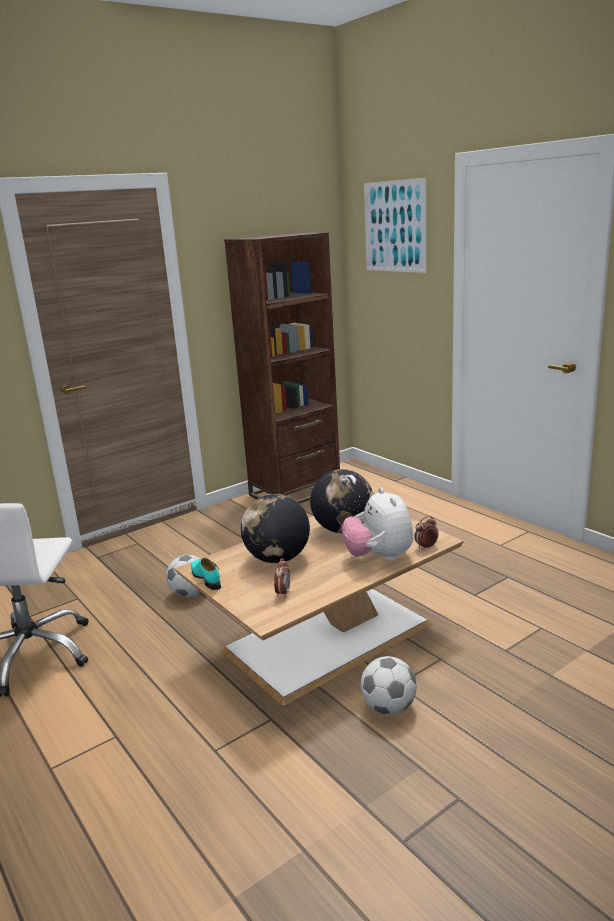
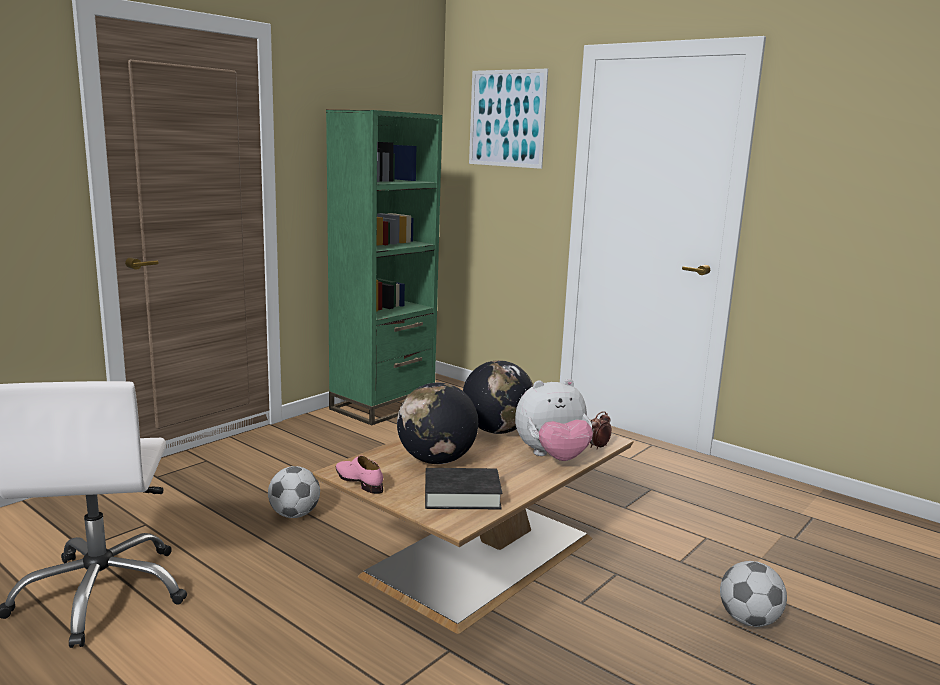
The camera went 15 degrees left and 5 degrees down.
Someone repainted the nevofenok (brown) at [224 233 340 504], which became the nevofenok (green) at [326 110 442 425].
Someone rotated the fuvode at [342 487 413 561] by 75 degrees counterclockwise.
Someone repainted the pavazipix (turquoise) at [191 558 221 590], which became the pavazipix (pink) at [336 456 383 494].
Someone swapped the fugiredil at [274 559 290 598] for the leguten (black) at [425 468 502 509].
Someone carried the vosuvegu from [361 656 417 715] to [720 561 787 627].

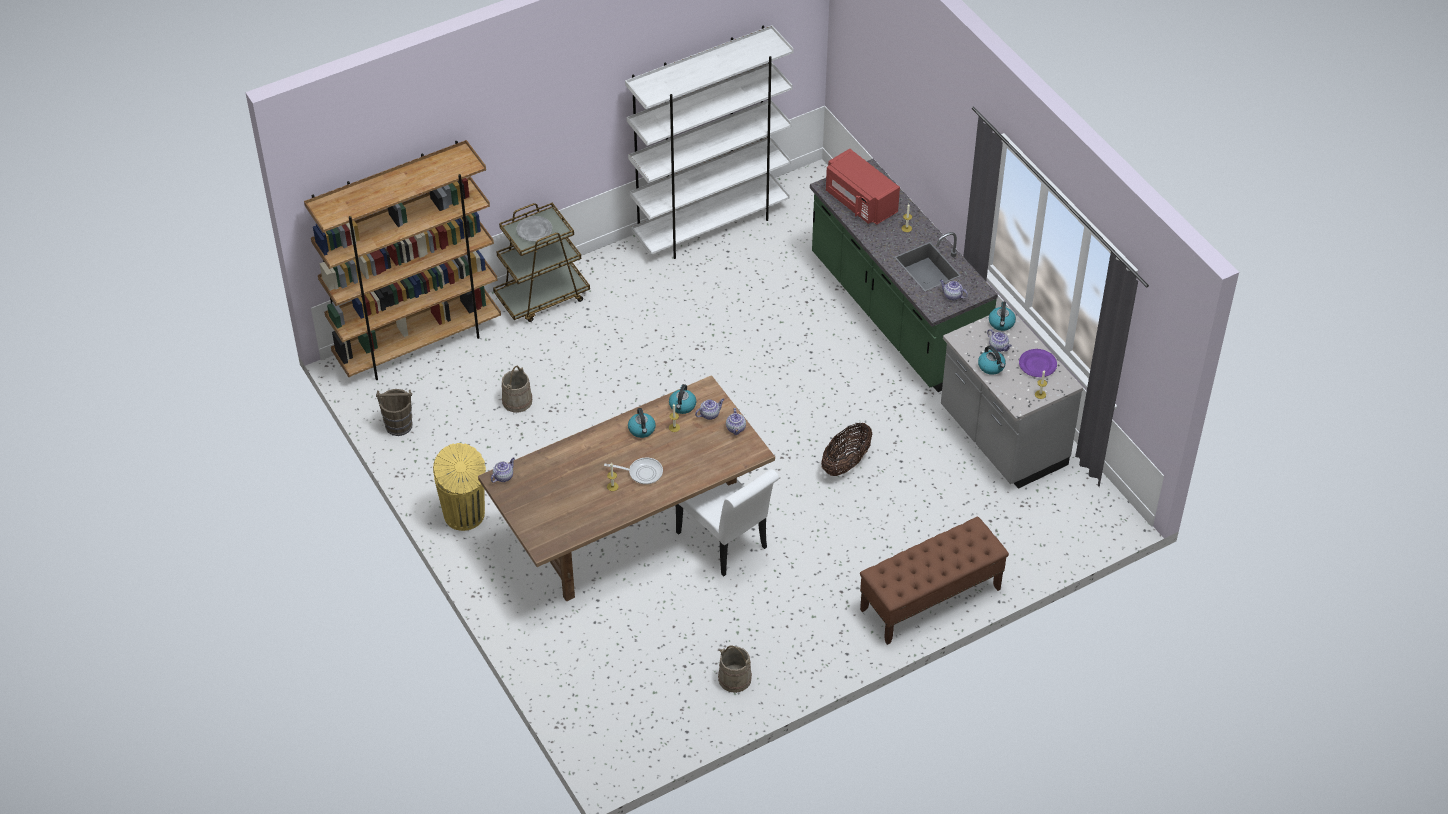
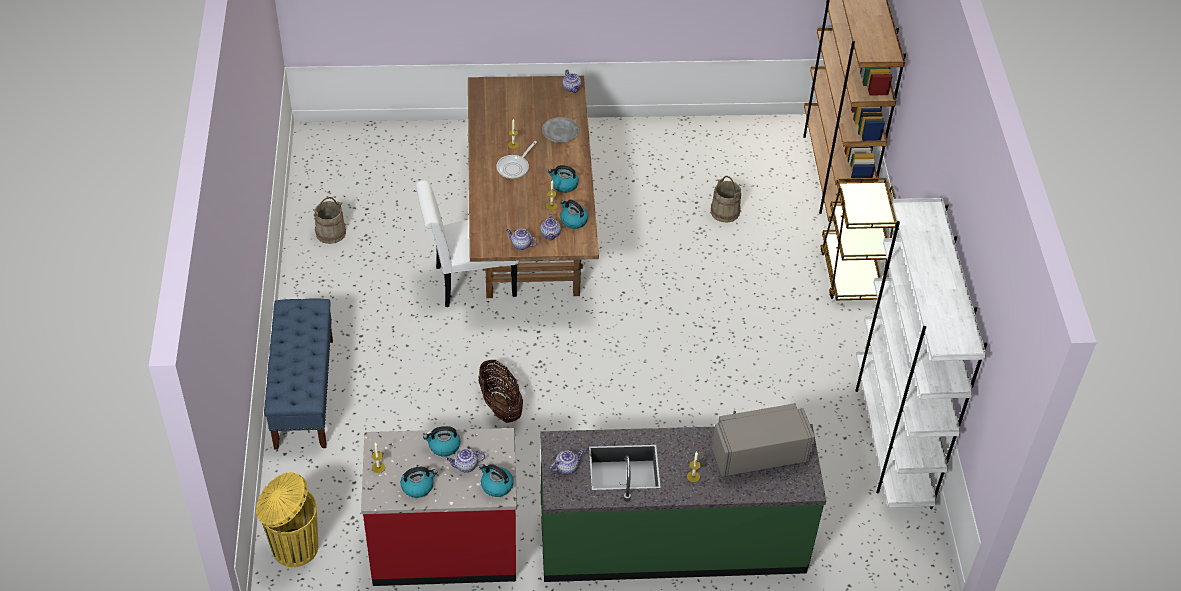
The camera went 115 degrees right and 0 degrees up.
Someone repainted the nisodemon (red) at [826 149 900 225], which became the nisodemon (grey) at [712 403 815 478].
Someone carried the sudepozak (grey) from [517 216 552 242] to [542 117 579 143].
Someone repainted the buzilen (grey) at [941 307 1083 489], which became the buzilen (red) at [361 428 517 586].
Someone swapped the sudepozak (purple) at [1019 349 1057 377] for the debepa at [400 467 438 498].
Someone took away the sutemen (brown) at [376 389 412 436].
Someone carried the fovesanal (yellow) from [433 443 486 531] to [256 472 318 567].
Someone repainted the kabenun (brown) at [860 517 1009 645], which became the kabenun (blue) at [264 299 333 450].

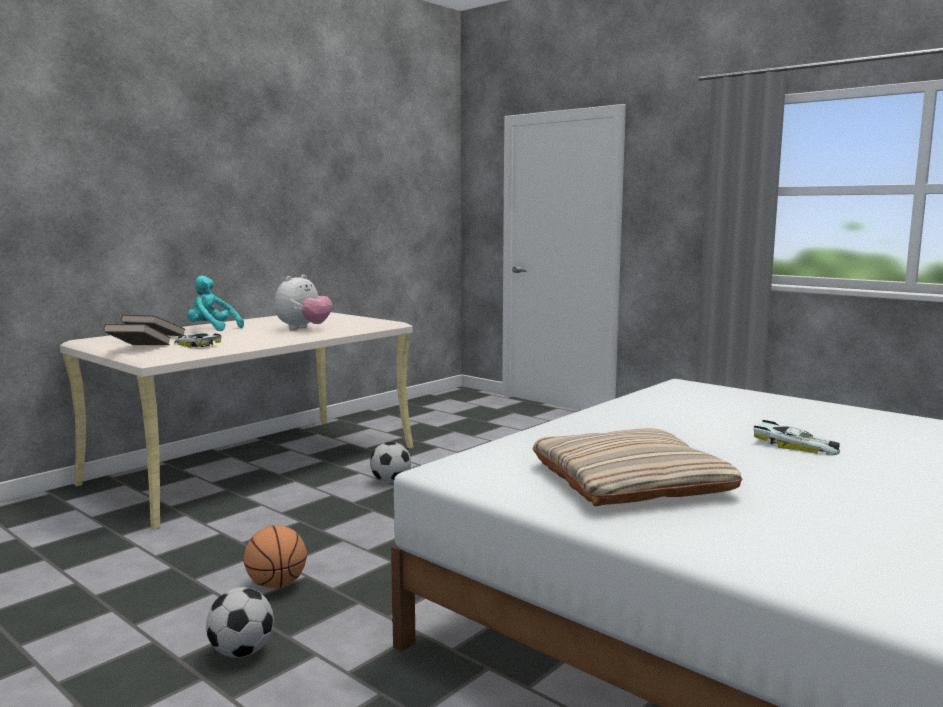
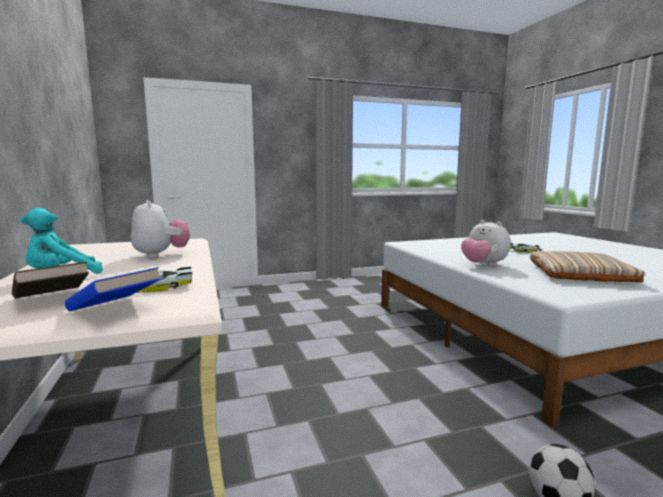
The camera went 60 degrees left and 0 degrees up.
Someone repainted the leguten (brown) at [103 324 171 345], which became the leguten (blue) at [65 267 162 312].
Someone took away the vosuvegu at [370 442 411 483].
Someone took away the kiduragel at [243 525 307 588].
Someone put down the fuvode at [461 220 511 266].

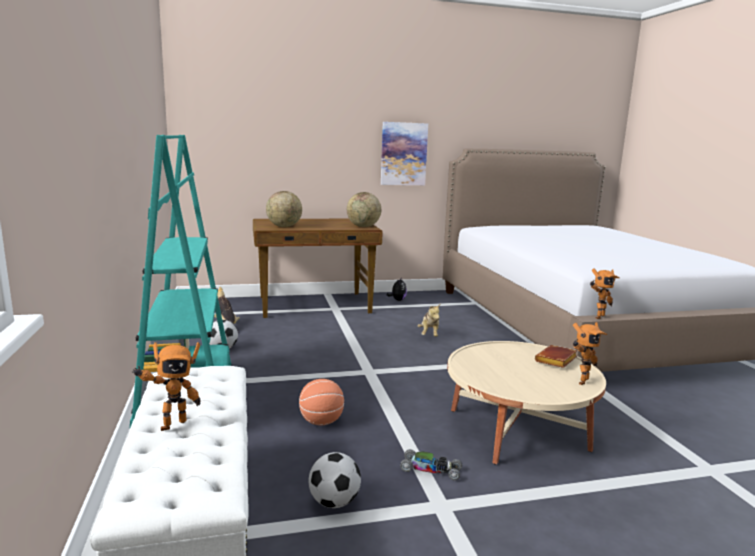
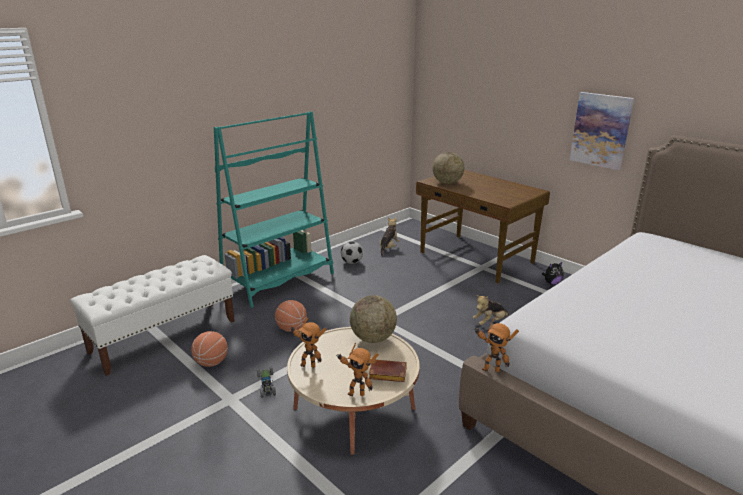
The camera went 60 degrees right and 10 degrees up.
Someone carried the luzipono from [347 192 381 227] to [350 295 397 343].
Someone carried the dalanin from [132 342 200 431] to [290 317 327 368].
Someone swapped the vosuvegu at [309 452 361 508] for the kiduragel at [191 331 228 367].

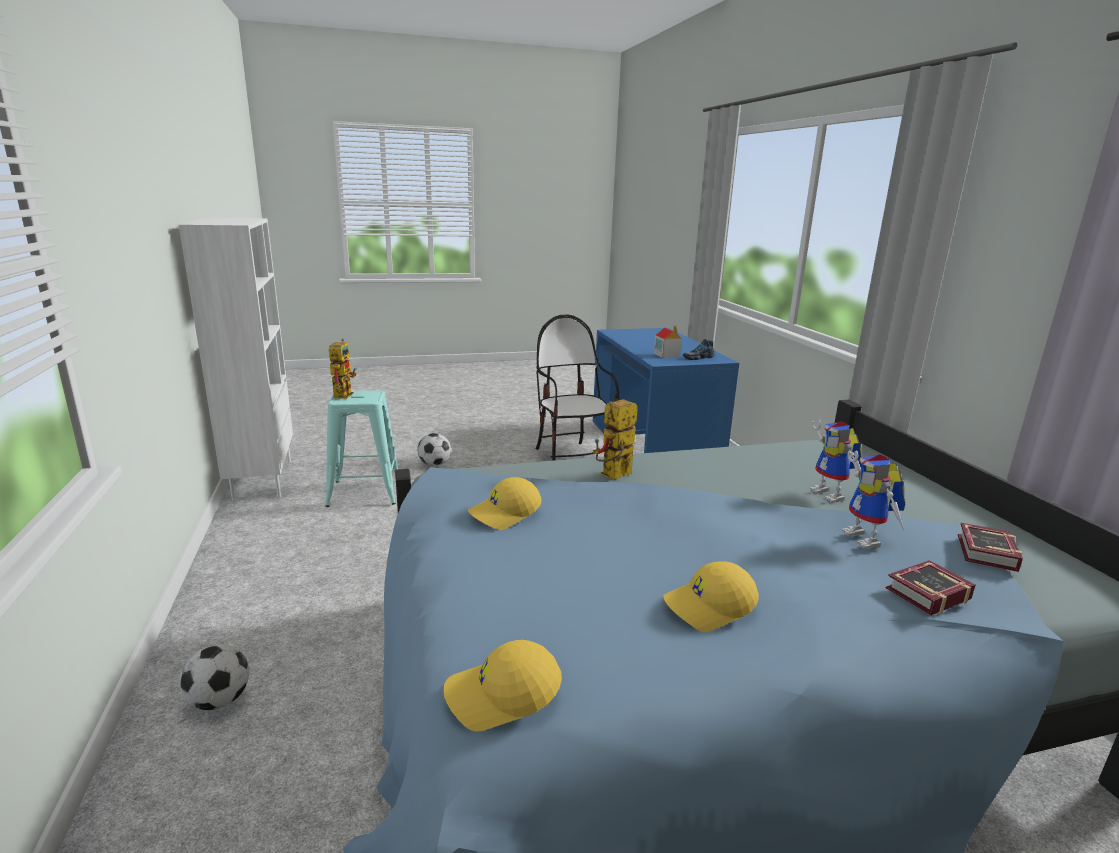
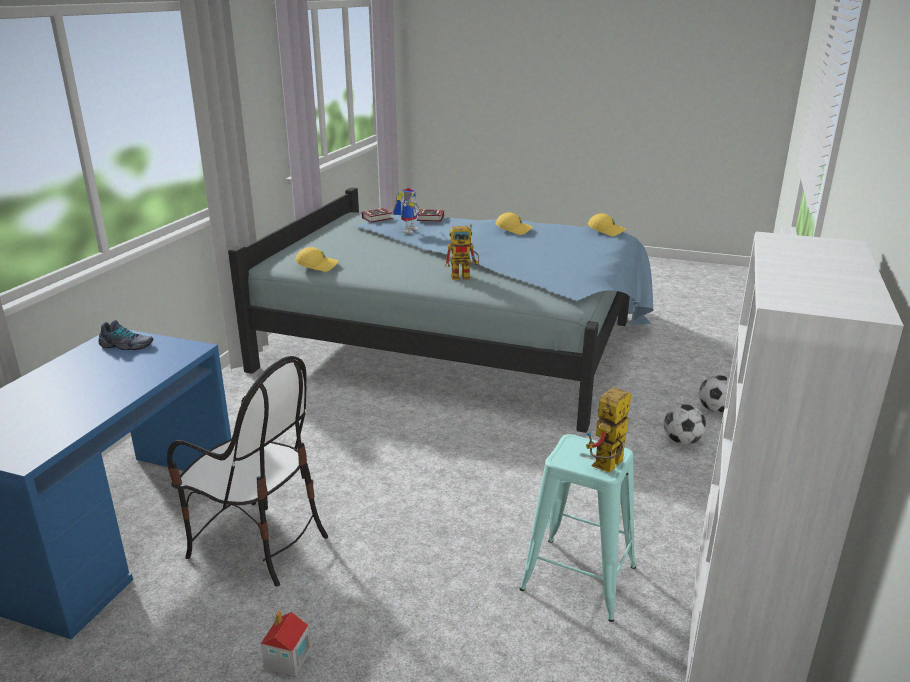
The camera went 145 degrees left and 5 degrees up.
Someone rotated the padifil at [536 314 620 461] by 75 degrees counterclockwise.
Someone carried the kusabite from [654 326 682 358] to [260 611 311 677].
Someone took away the dalanin at [810 419 862 503].
Someone carried the vosuvegu from [417 433 451 466] to [664 404 706 445].
Someone carried the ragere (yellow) from [468 477 542 530] to [295 247 338 272].

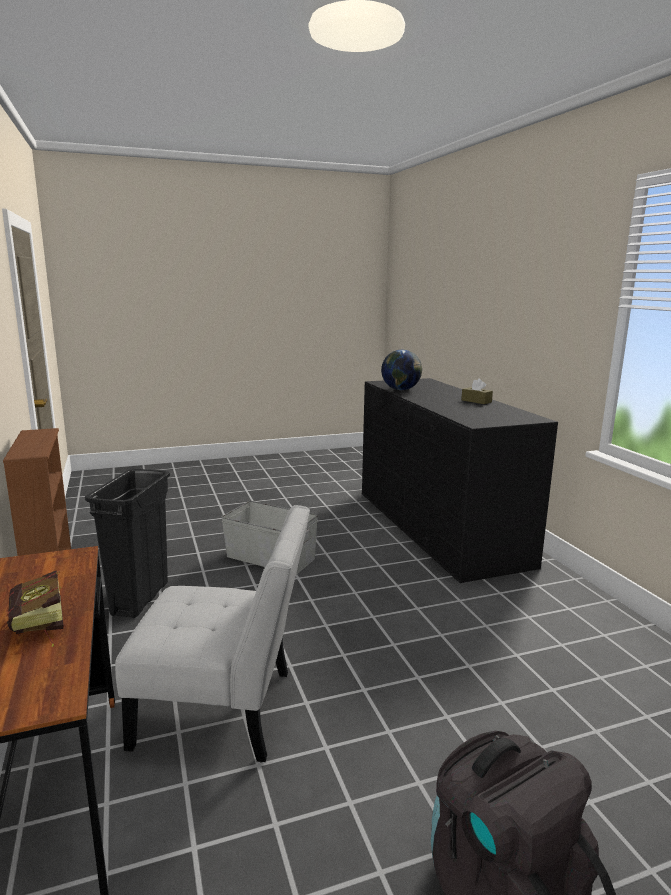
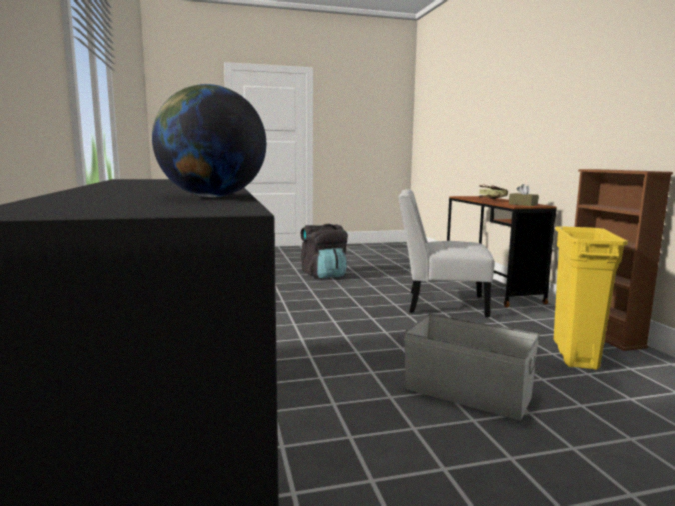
The camera went 175 degrees left and 5 degrees down.
Someone carried the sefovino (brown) from [461 378 493 404] to [509 184 539 206].
Someone repainted the fovesanal (black) at [85 469 170 618], which became the fovesanal (yellow) at [554 226 628 370].

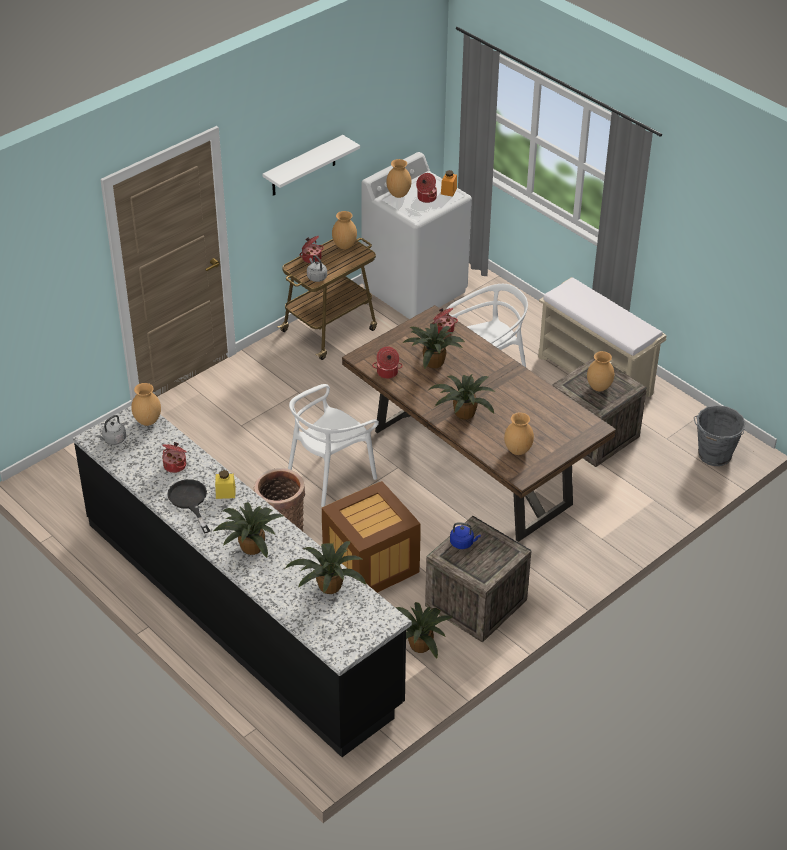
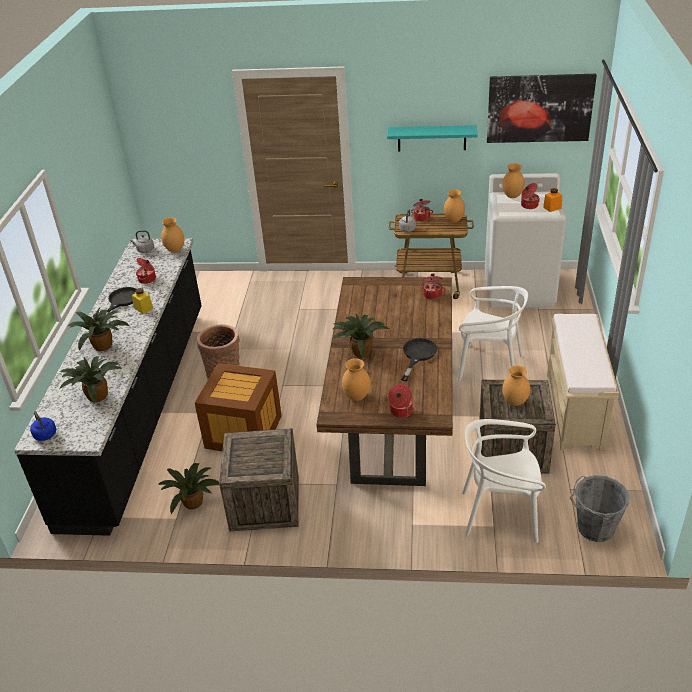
The camera went 50 degrees right and 5 degrees down.
Someone repainted the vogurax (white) at [262 135 360 196], which became the vogurax (turquoise) at [387 125 478 152].
Someone took away the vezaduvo at [403 323 465 369].
Someone carried the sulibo from [372 346 403 379] to [388 384 414 418].
Someone carried the padifil (white) from [288 384 379 507] to [462 419 546 543].
Someone carried the debepa (blue) from [450 522 481 549] to [30 411 56 441].
Someone put up the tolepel at [487 74 597 143].
Someone put down the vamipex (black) at [401 338 437 381].

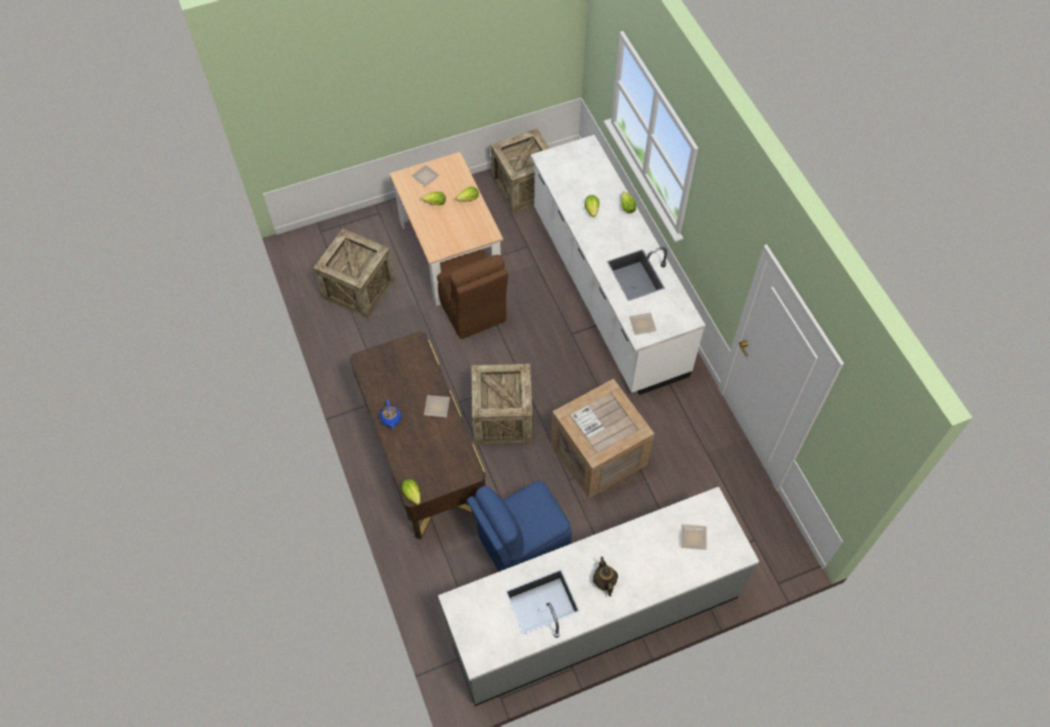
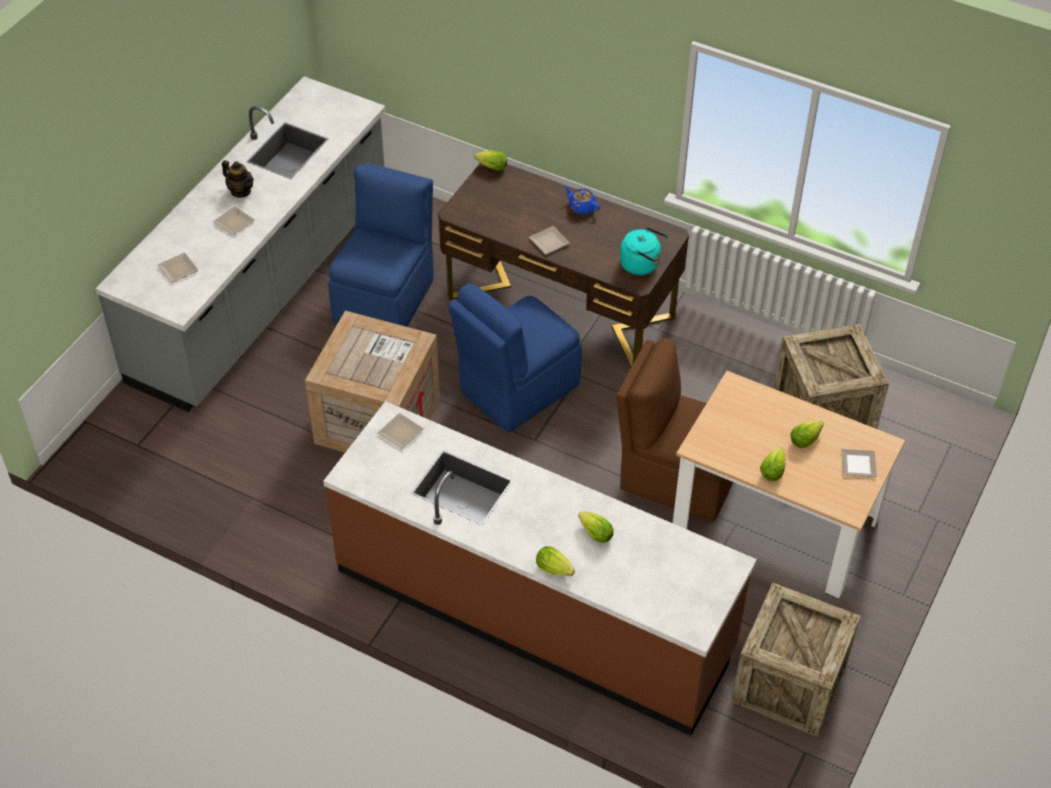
The camera went 140 degrees right and 10 degrees down.
Someone repainted the buzilen (white) at [530 135 706 395], which became the buzilen (brown) at [323 401 757 736].
Someone swapped the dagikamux at [471 364 532 444] for the padifil (blue) at [448 284 582 433].
Someone put down the sudepozak at [213 206 255 235].
Someone put down the debepa (turquoise) at [620 227 668 275].

